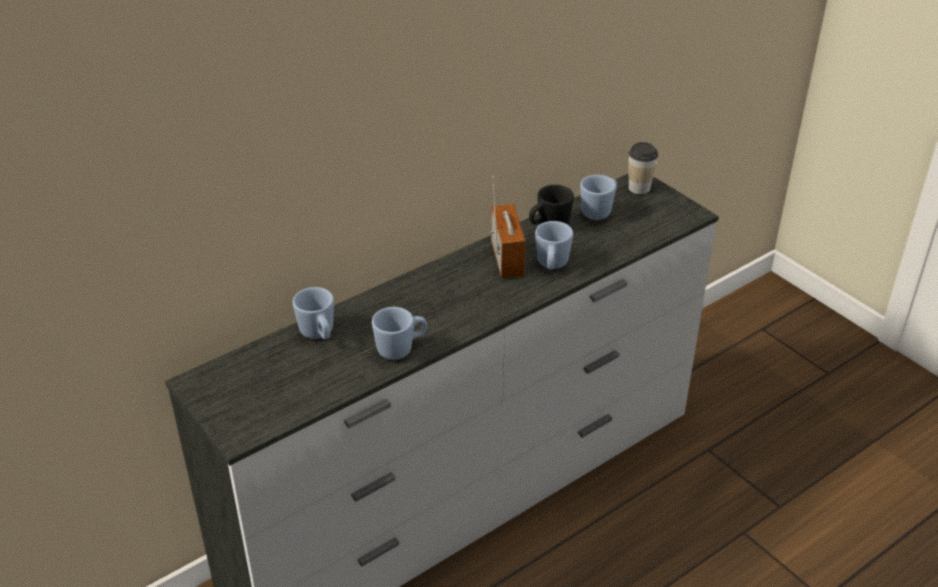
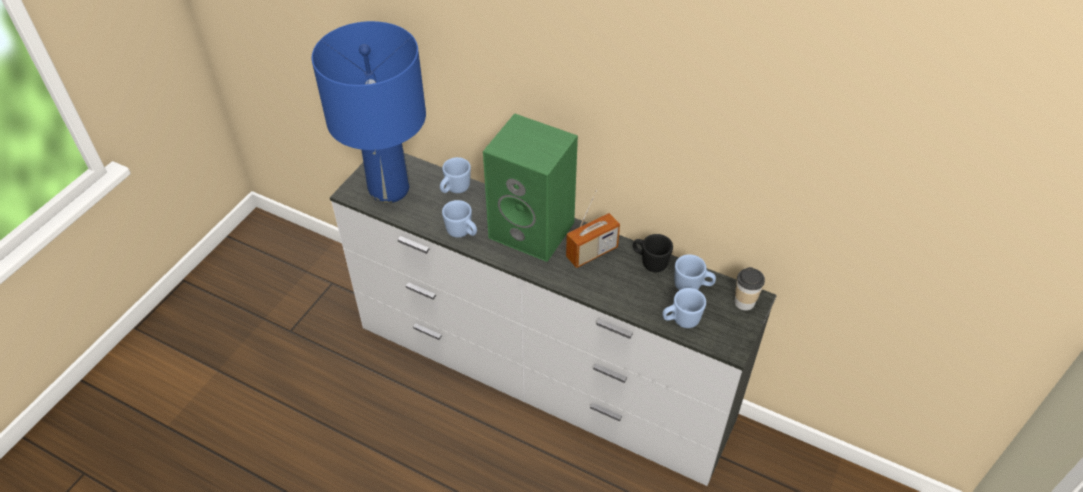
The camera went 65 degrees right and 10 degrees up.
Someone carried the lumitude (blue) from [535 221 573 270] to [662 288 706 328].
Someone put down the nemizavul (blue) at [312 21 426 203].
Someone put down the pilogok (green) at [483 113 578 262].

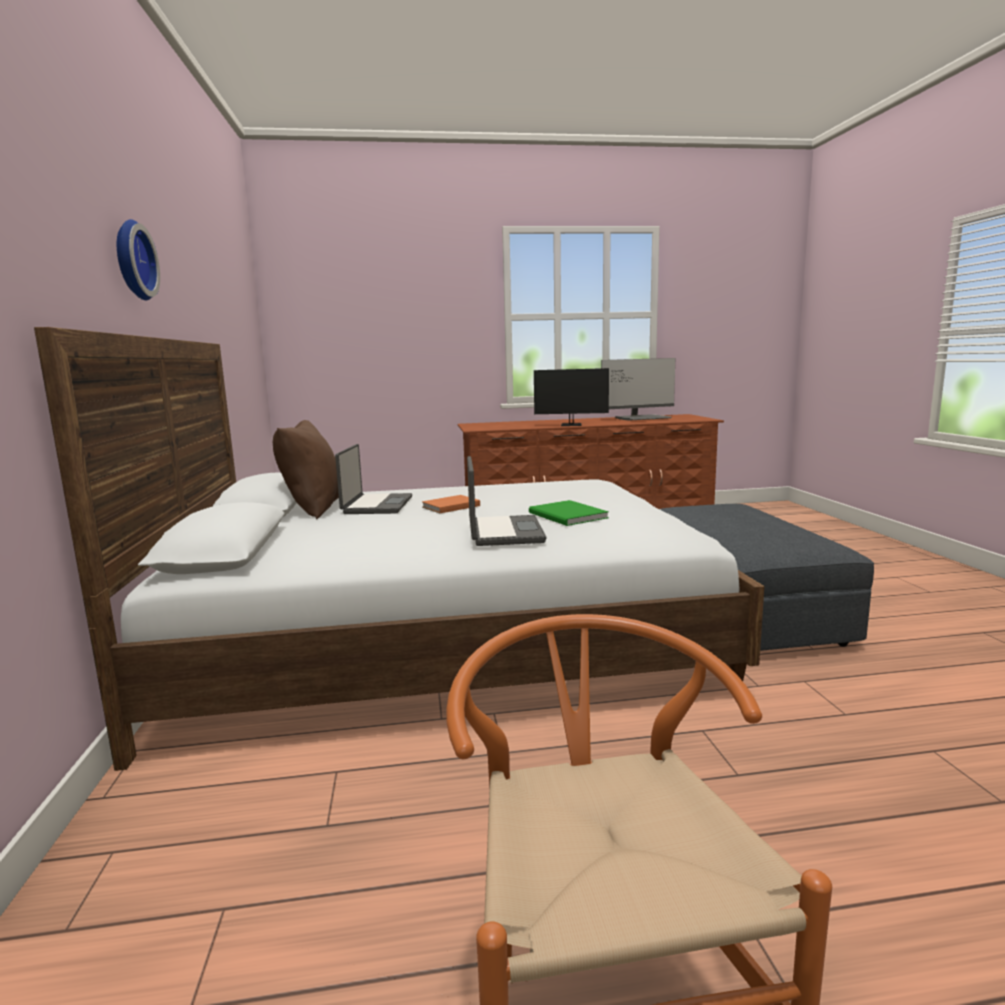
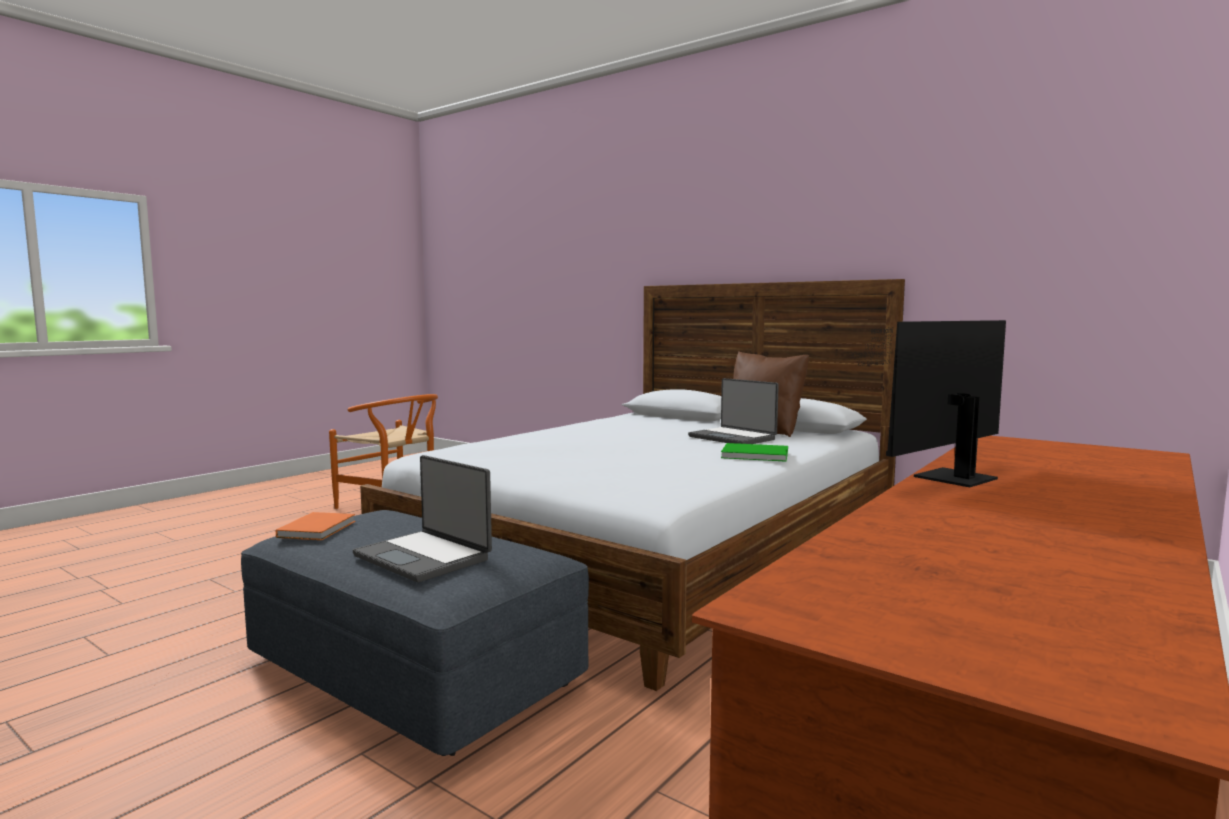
The camera went 135 degrees right and 5 degrees down.
Someone took away the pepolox at [117 219 160 301].
Someone took away the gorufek at [601 358 675 420].
Someone carried the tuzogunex from [467 456 547 546] to [353 455 492 582].
Someone carried the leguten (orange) from [422 495 480 513] to [276 512 355 540].
Someone carried the leguten (green) from [529 500 609 526] to [721 443 788 462].

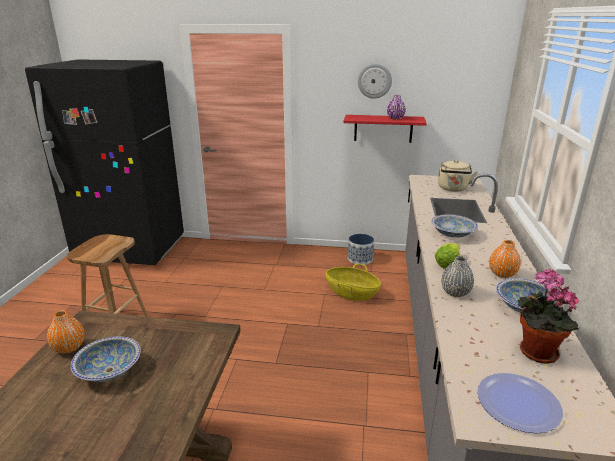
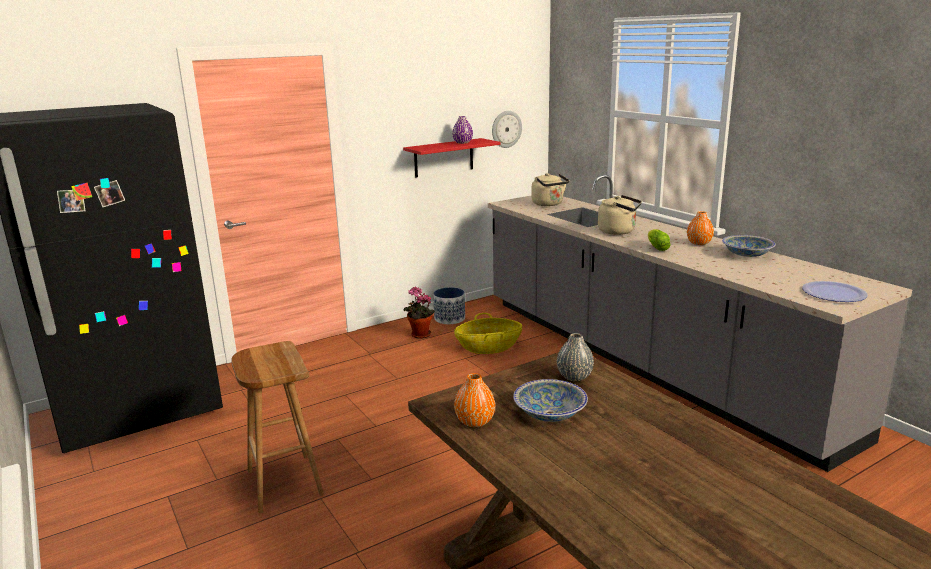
The camera went 40 degrees left and 5 degrees down.
Someone carried the pepolox from [358 63 392 99] to [492 111 522 148].
Someone swapped the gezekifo at [431 214 478 238] for the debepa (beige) at [598 195 642 235].
Someone carried the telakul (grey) from [441 256 474 297] to [557 333 594 381].
Someone carried the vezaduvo from [518 269 579 364] to [403 287 435 339].

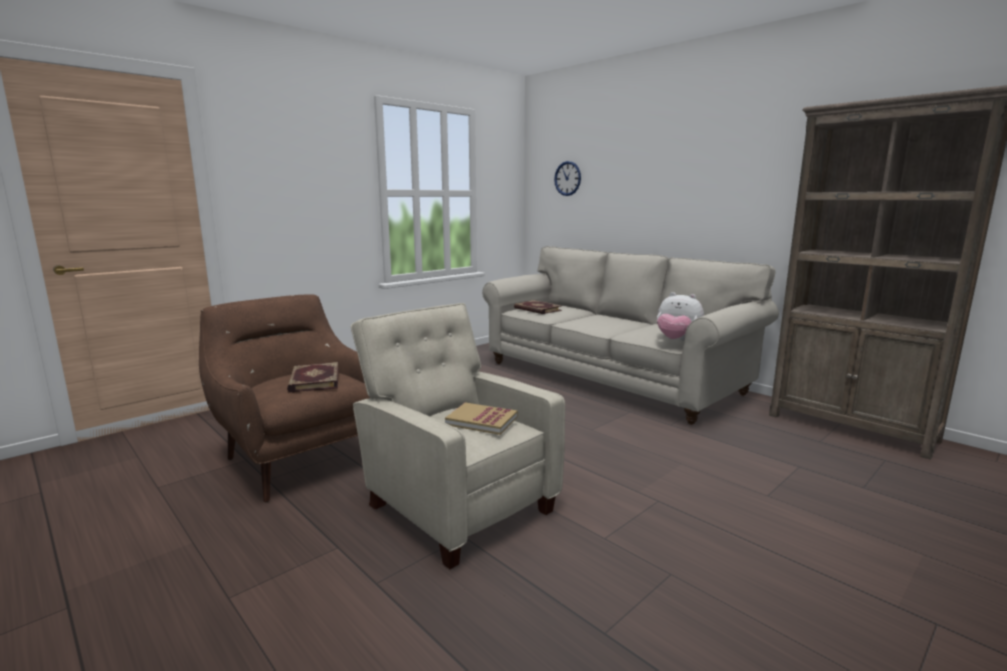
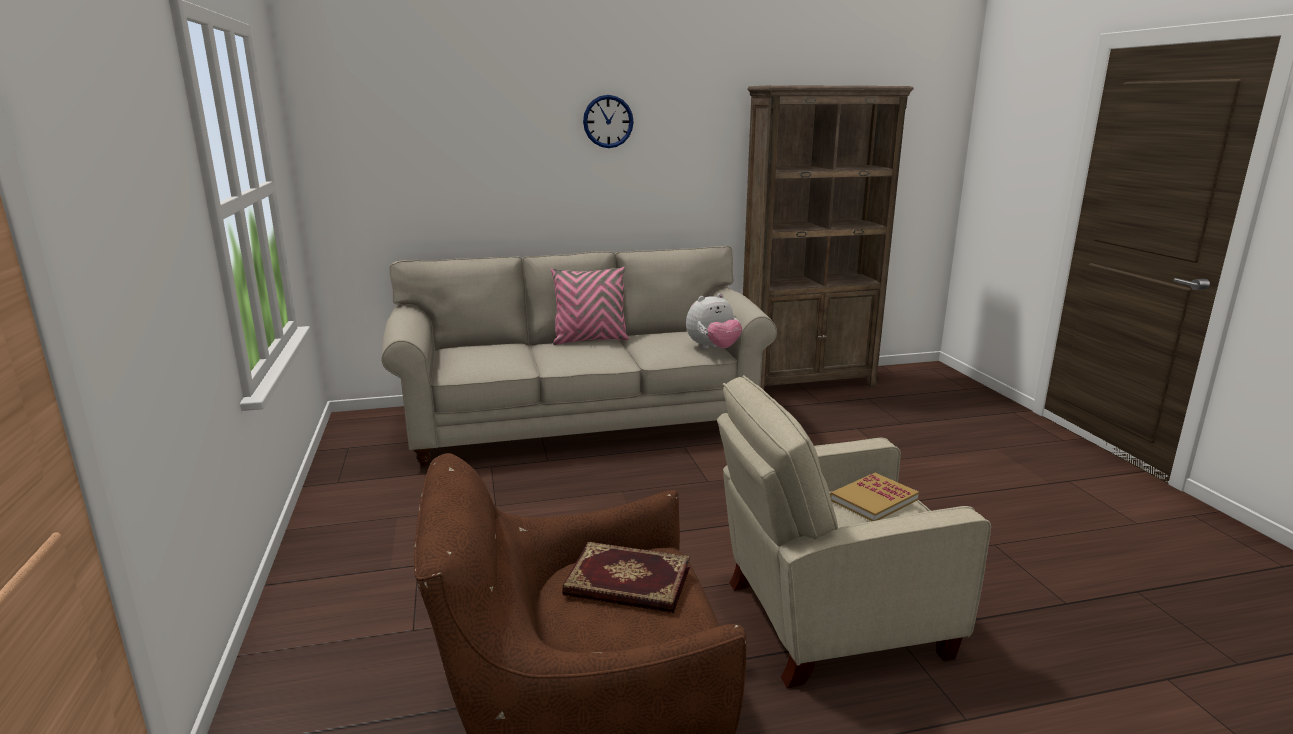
The camera went 60 degrees left and 5 degrees up.
Someone carried the pepolox from [554 161 581 196] to [583 95 634 148].
Someone took away the leguten at [514 300 562 314].
Someone put down the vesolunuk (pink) at [551 267 629 345].

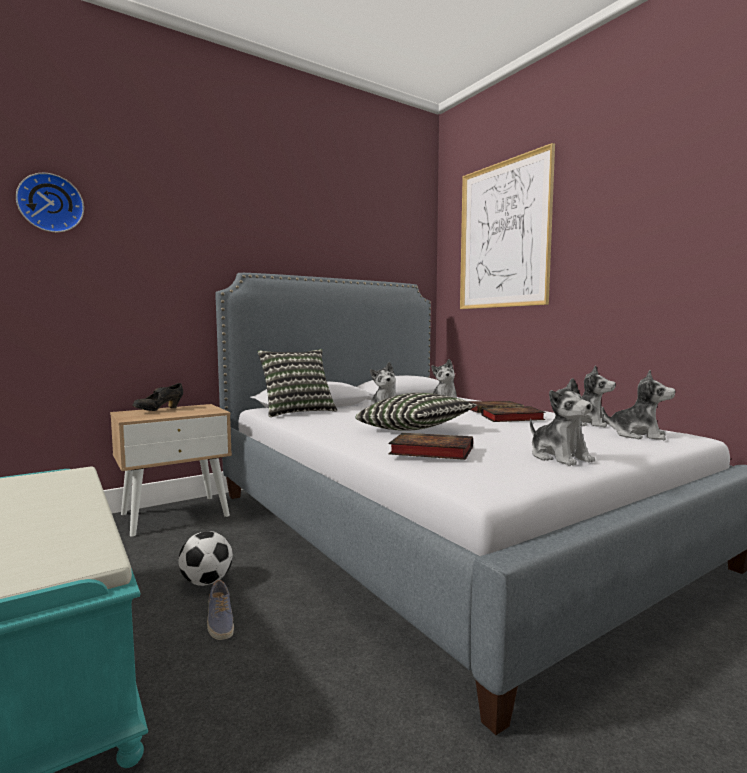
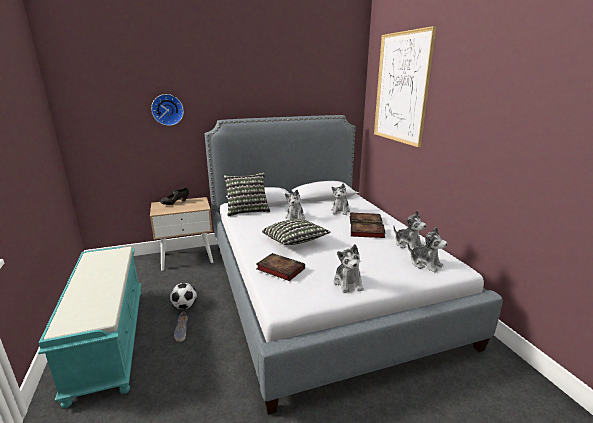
The camera went 15 degrees right and 15 degrees up.
Someone carried the pepolox from [16 173 84 232] to [151 94 184 126].

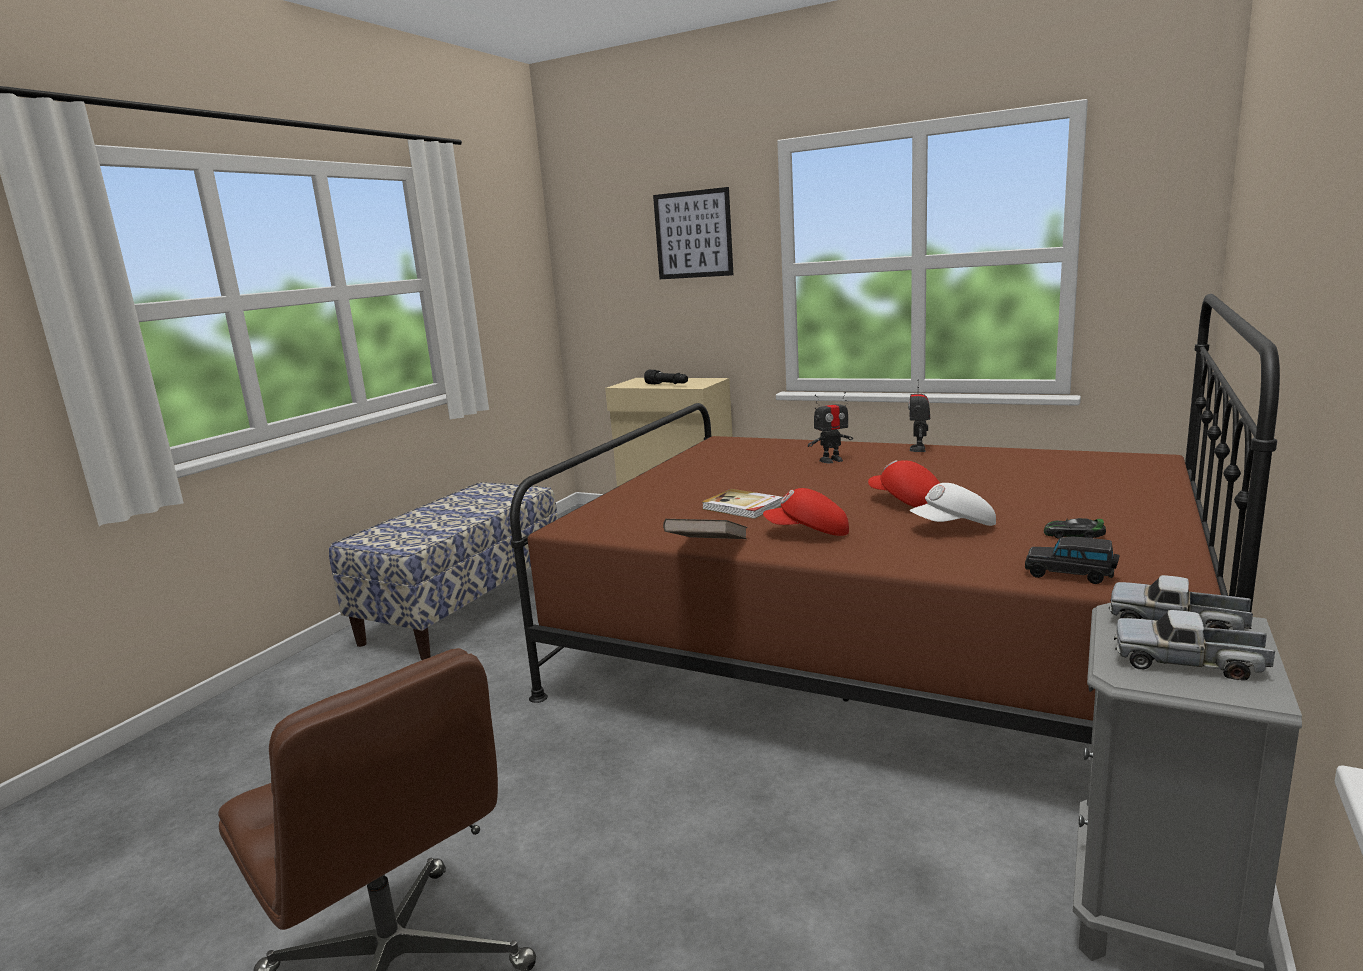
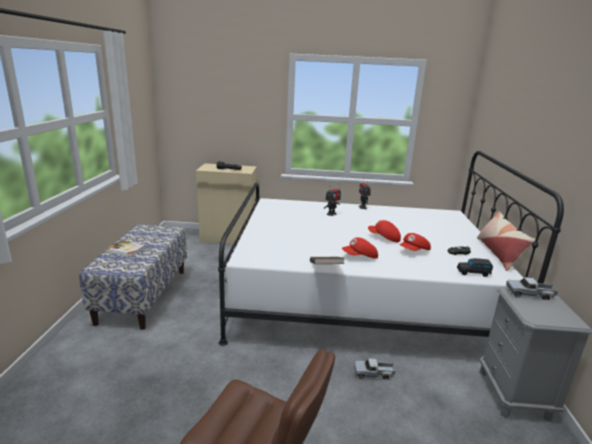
The camera went 25 degrees left and 5 degrees up.
Someone took away the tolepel at [653 187 733 279].
Someone repainted the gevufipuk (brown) at [510 294 1280 744], which became the gevufipuk (white) at [218 151 564 346].
Someone repainted the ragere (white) at [910 483 996 526], which became the ragere (red) at [400 233 431 251].
Someone carried the leguten from [702 489 783 519] to [107 240 146 257].
Someone carried the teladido from [1114 610 1275 680] to [354 358 395 379].
Someone put down the vesolunuk at [477 211 536 271].

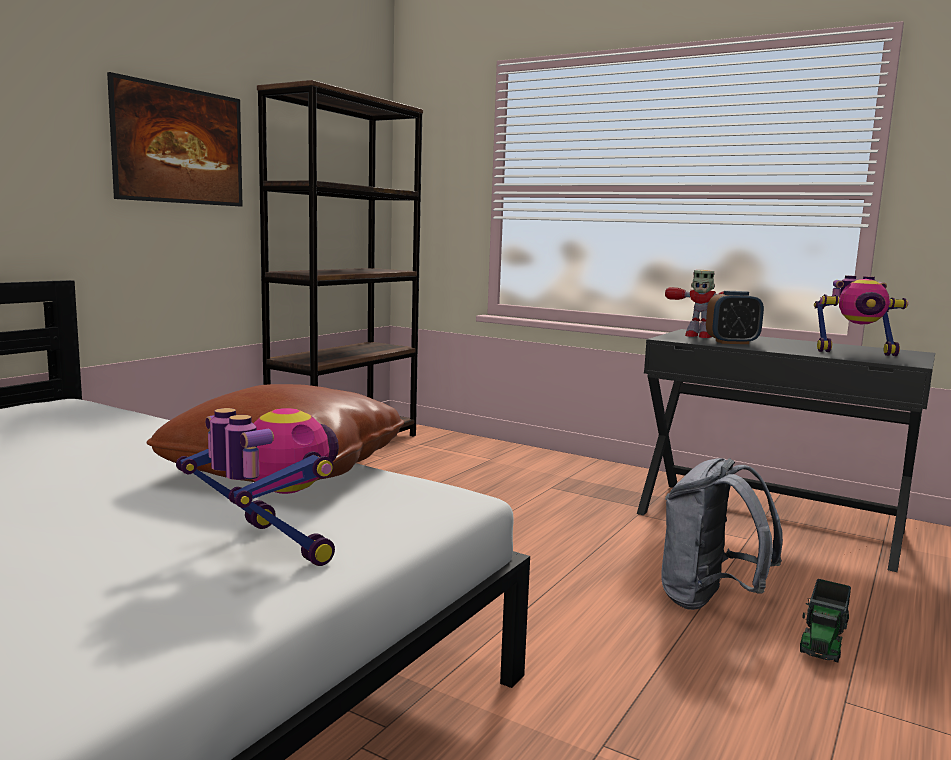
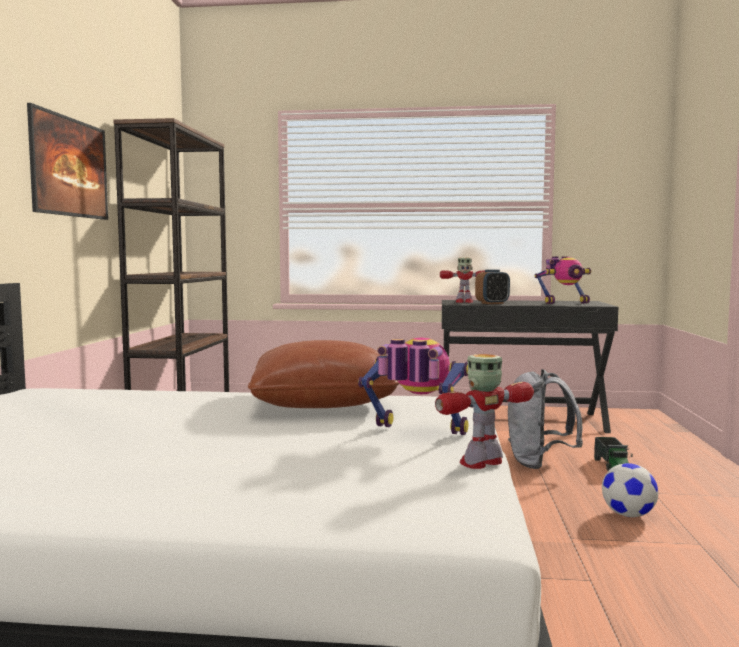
The camera went 25 degrees left and 5 degrees down.
Someone put down the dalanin at [435 354 534 469].
Someone put down the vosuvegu at [602 463 658 517].

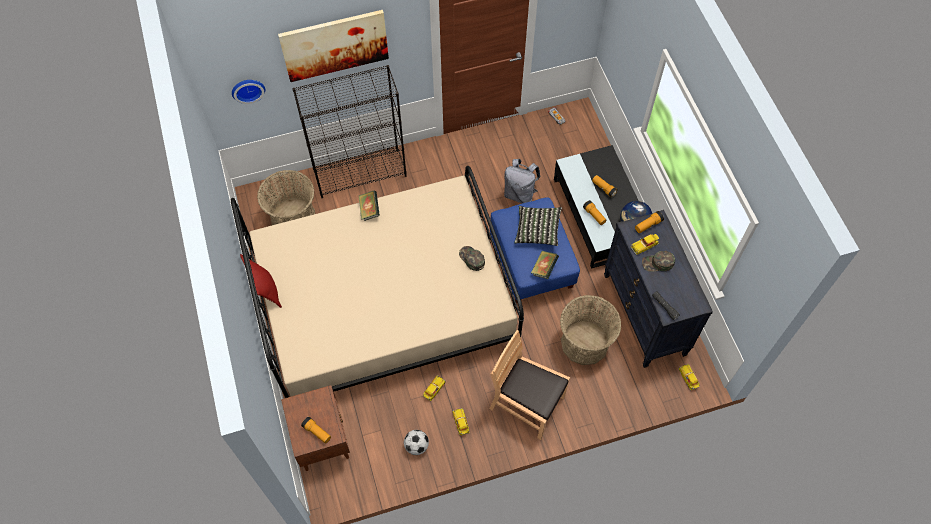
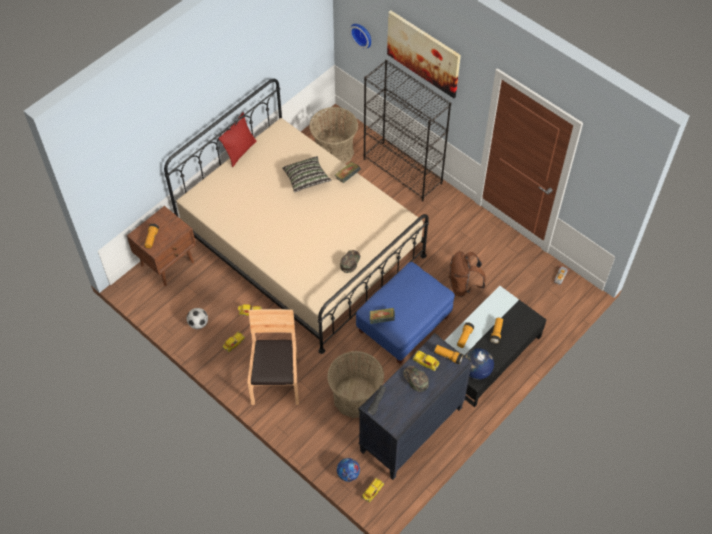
The camera went 60 degrees right and 5 degrees down.
Someone repainted the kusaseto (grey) at [504 159 540 203], which became the kusaseto (brown) at [449 251 486 297].
Someone carried the vesolunuk from [514 206 562 246] to [282 156 332 193].
Someone put down the vosuvegu at [337 458 360 482].

